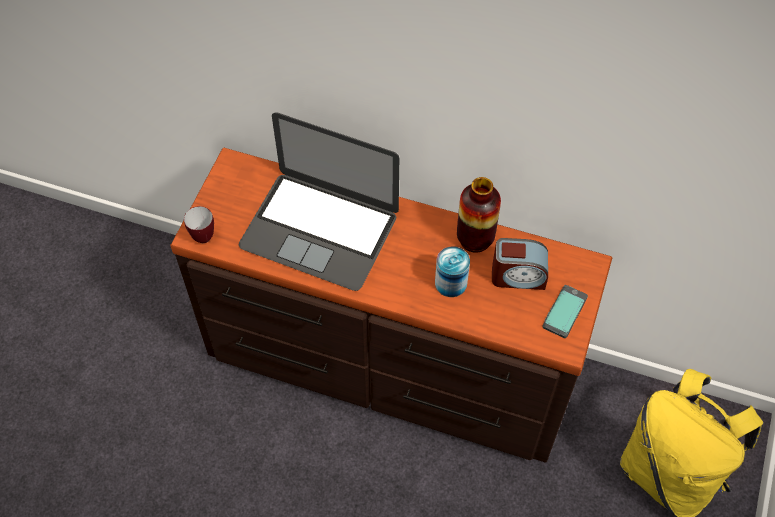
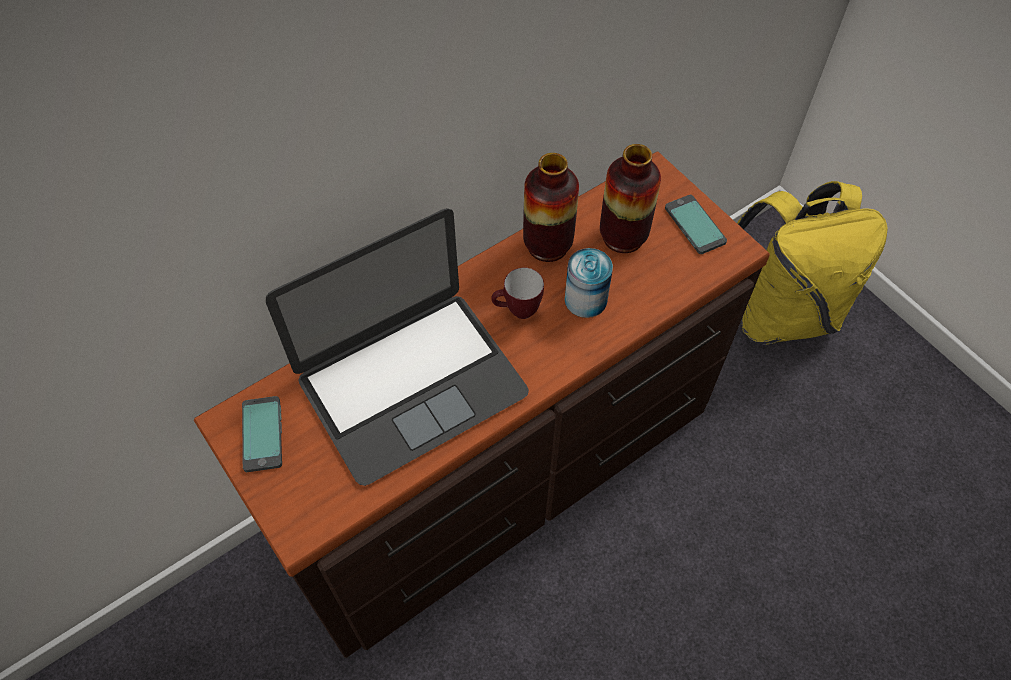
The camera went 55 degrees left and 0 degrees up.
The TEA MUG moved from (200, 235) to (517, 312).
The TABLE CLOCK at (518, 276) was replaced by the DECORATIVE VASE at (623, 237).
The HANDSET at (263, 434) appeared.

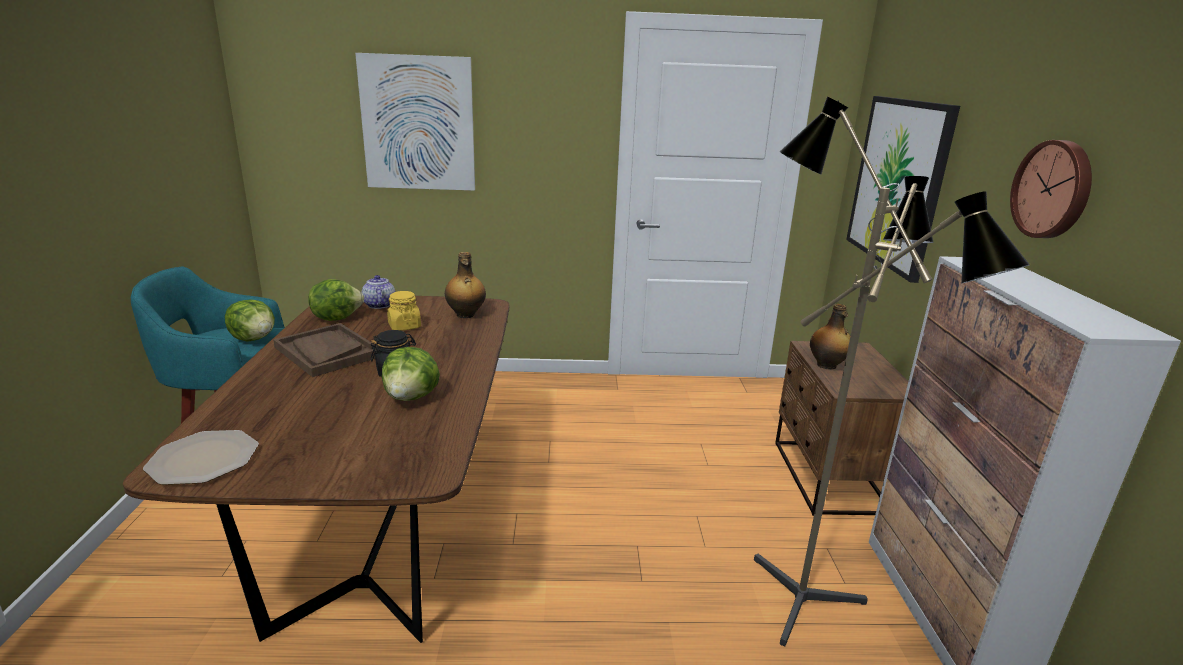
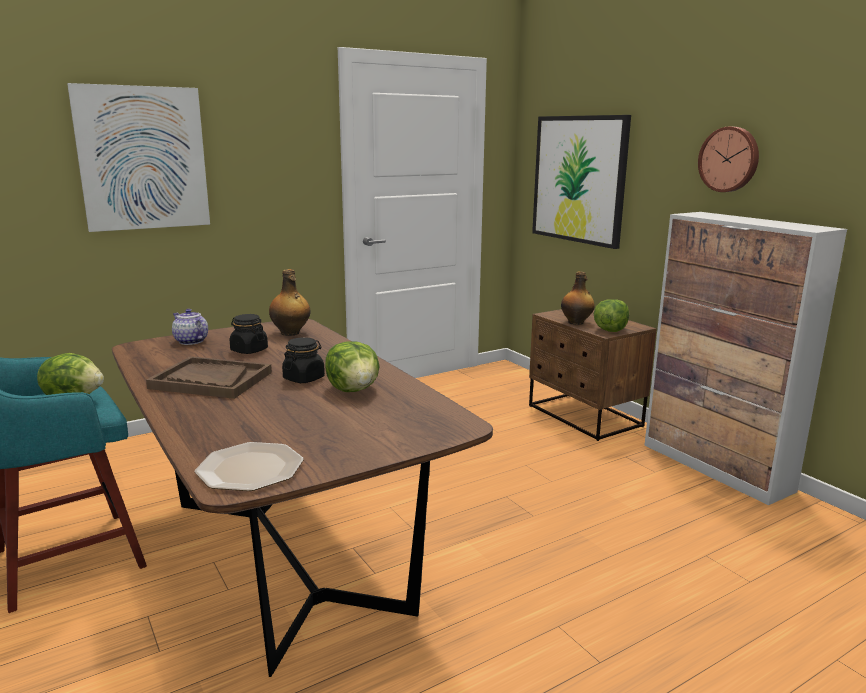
The camera went 30 degrees left and 5 degrees down.
The LETTUCE HEAD moved from (336, 318) to (610, 330).
The YELLOW-COLOURED STORAGE JAR at (404, 326) became the BLACK-COLOURED STORAGE JAR at (249, 350).
The FLOOR LAMP at (808, 594) disappeared.

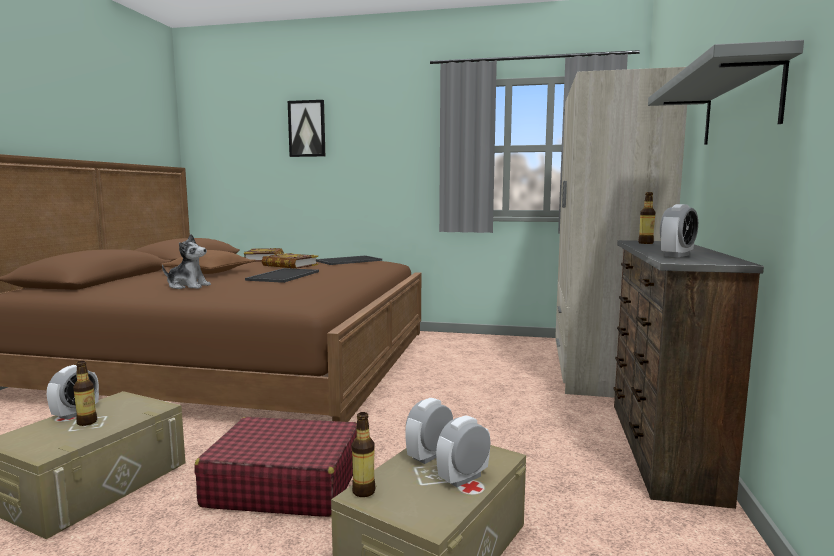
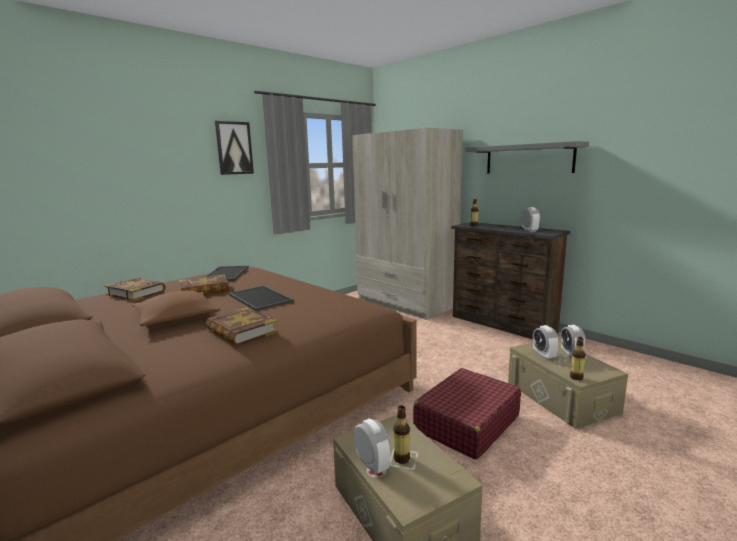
The camera went 55 degrees left and 5 degrees up.
The PLUSH TOY at (188, 286) was replaced by the VOLUME at (241, 331).
The PICTURE moved from (307, 129) to (234, 148).

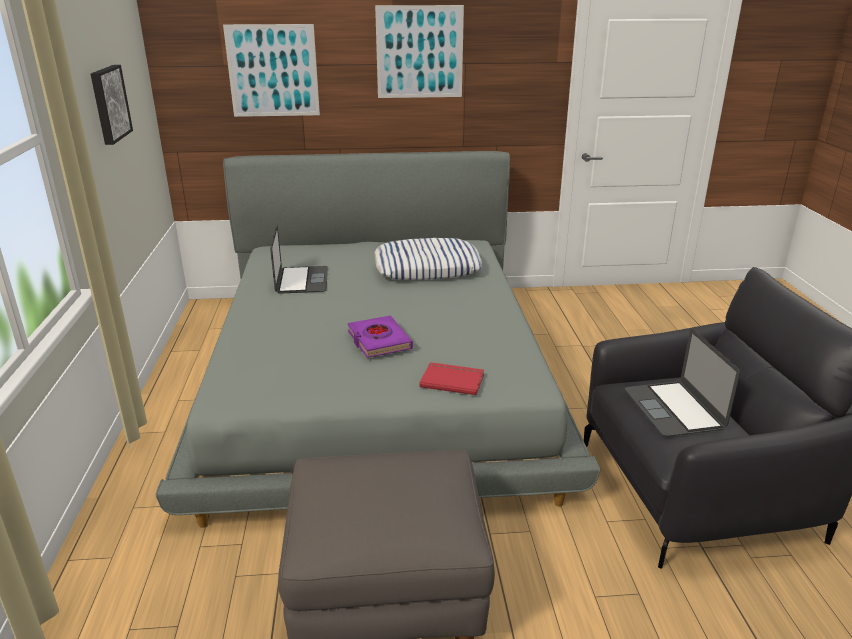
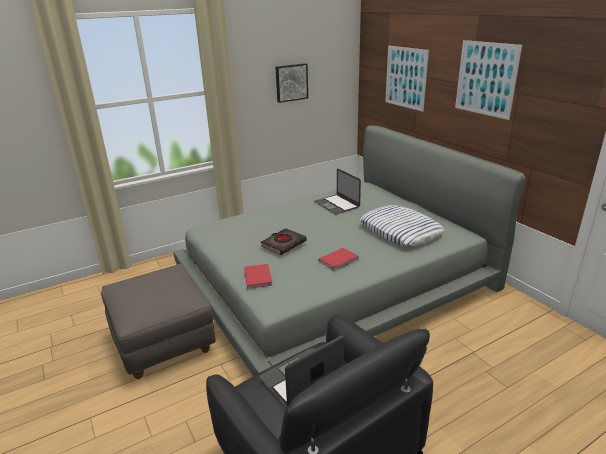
The camera went 65 degrees right and 0 degrees up.
The NOTEBOOK COMPUTER at (301, 280) turned 90 degrees clockwise.
The PURPLE-COLOURED VOLUME at (379, 341) became the BLACK-COLOURED VOLUME at (283, 244).
The REDDISH VOLUME at (339, 260) appeared.

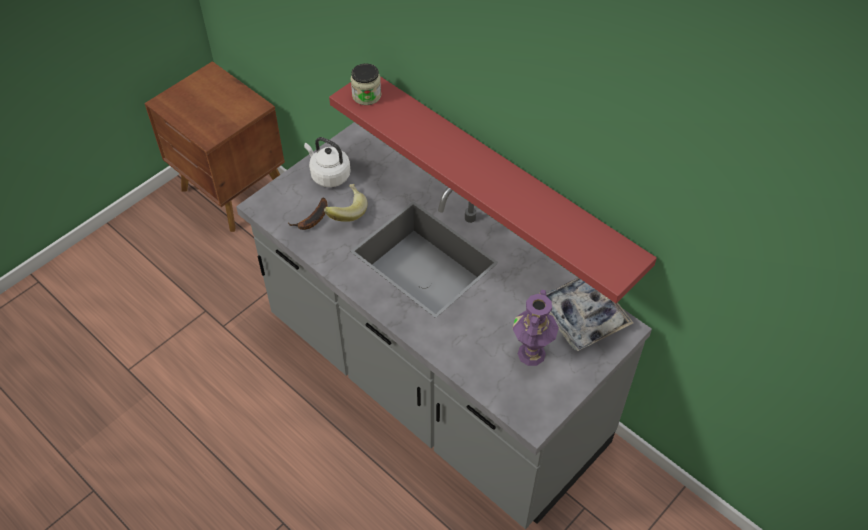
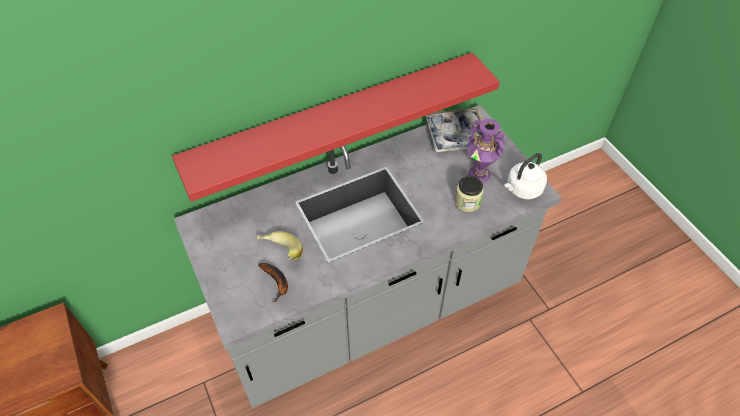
The camera went 70 degrees left and 0 degrees up.
The WHITE-COLOURED TEA KETTLE moved from (329, 175) to (522, 189).
The STORAGE JAR moved from (366, 95) to (467, 202).

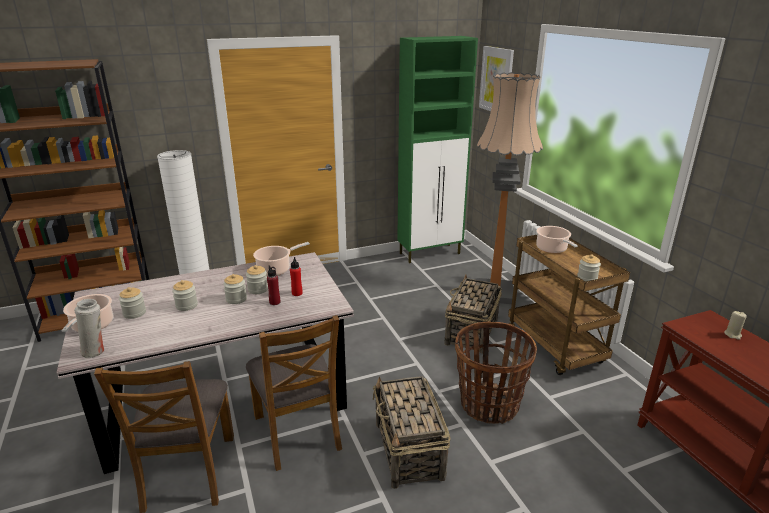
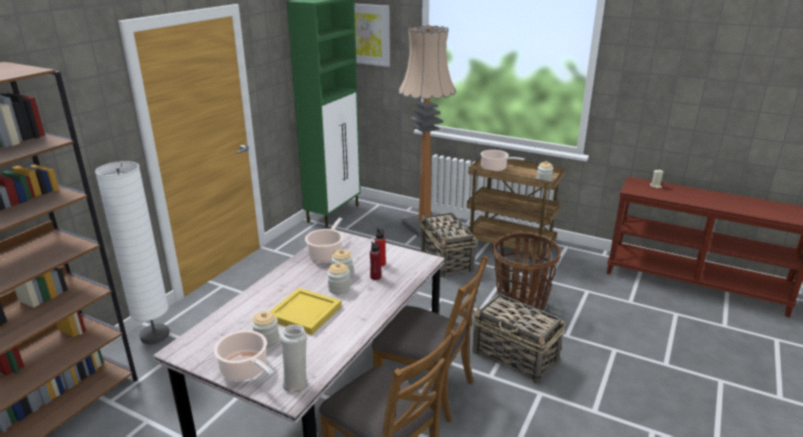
The camera went 40 degrees left and 0 degrees up.
The STORAGE JAR at (186, 305) was replaced by the YELLOW-COLOURED TRAY at (304, 312).

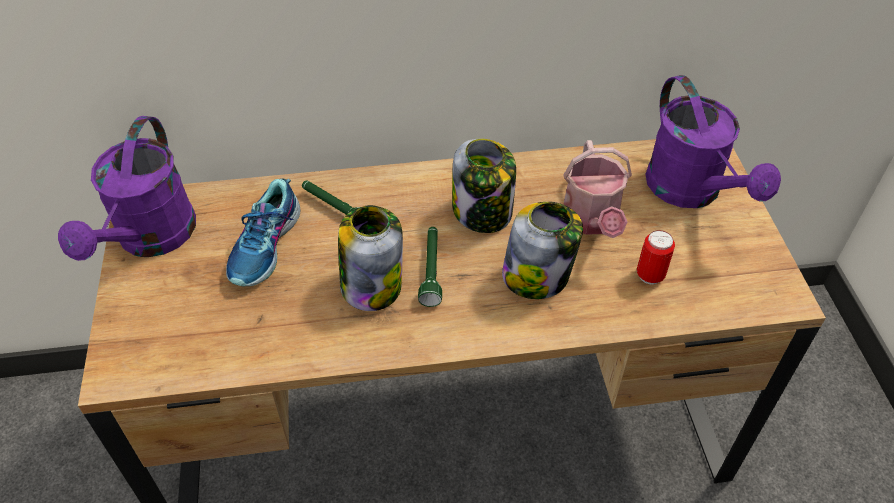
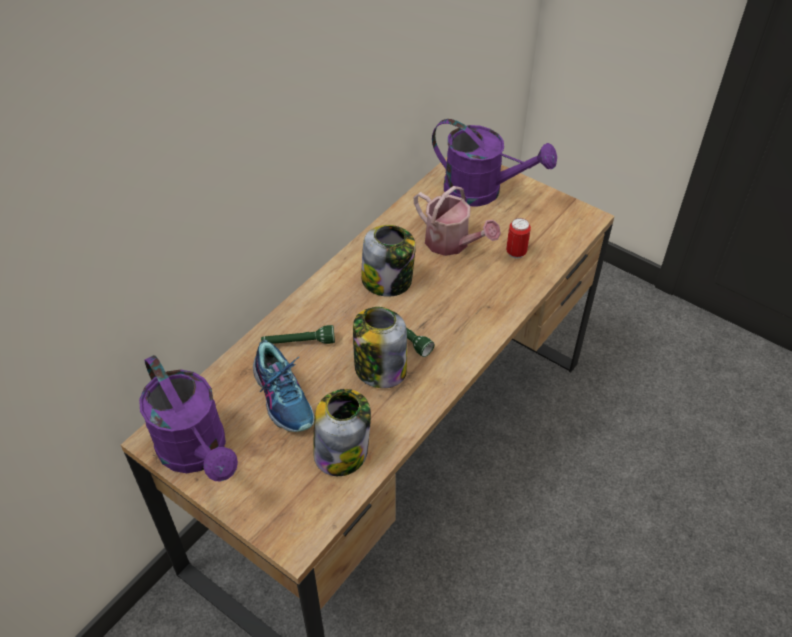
The camera went 45 degrees left and 0 degrees up.
The STORAGE JAR moved from (537, 276) to (342, 451).

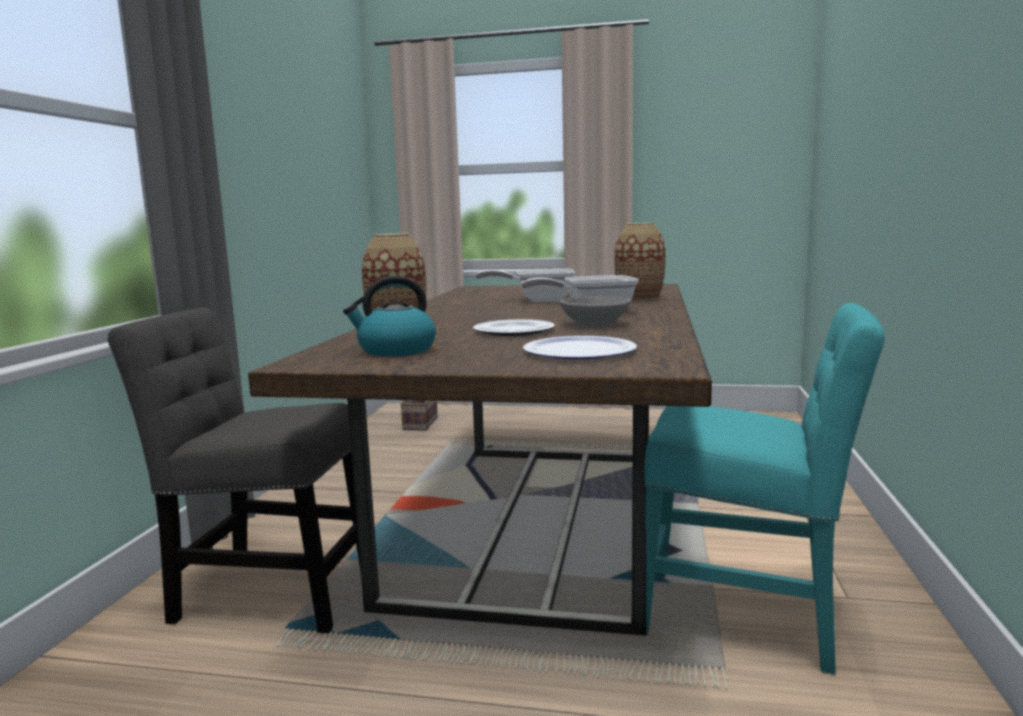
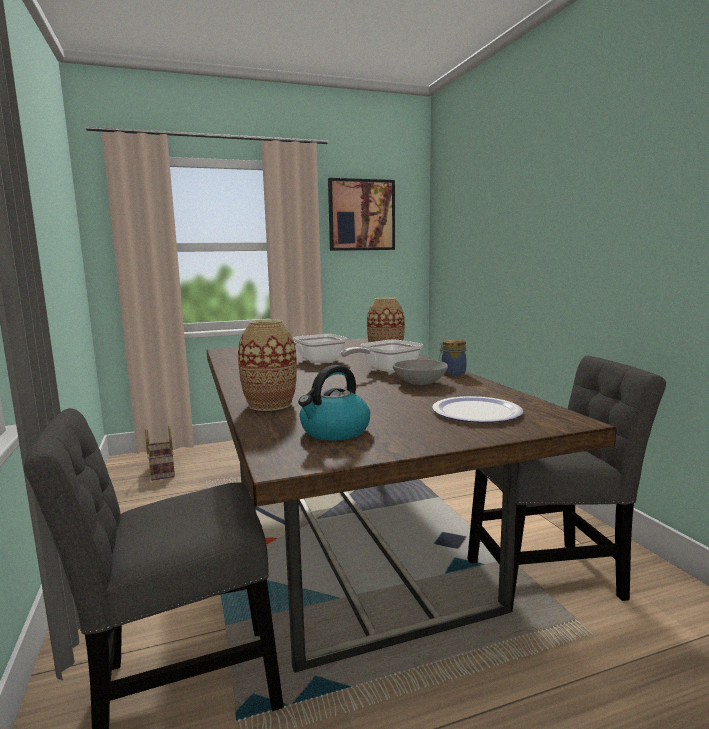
The camera went 30 degrees left and 0 degrees up.
The PLATE at (514, 331) disappeared.
The BLUE-GREEN PLAIN CHAIR at (748, 618) became the GREYISH PLAIN CHAIR at (550, 576).
The PICTURE at (361, 215) appeared.
The STORAGE JAR at (452, 373) appeared.

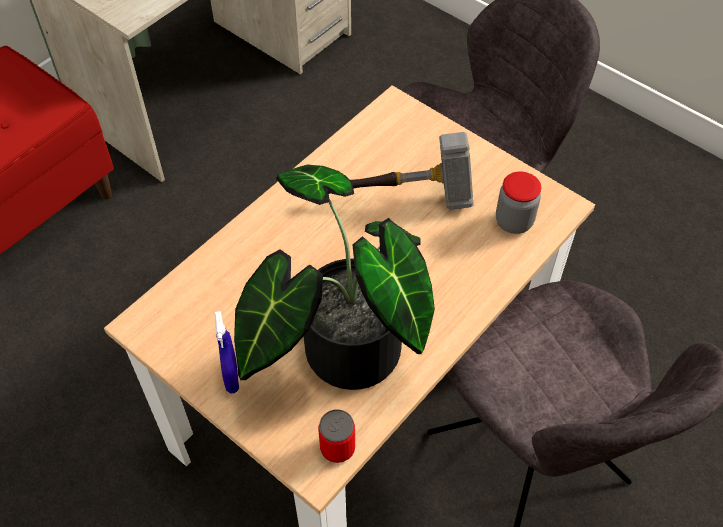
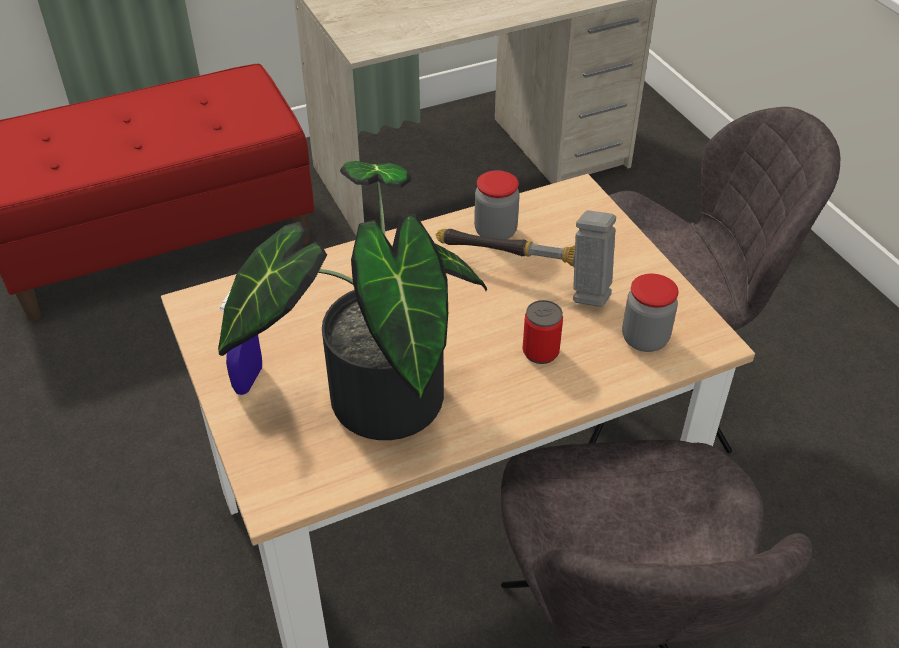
The camera went 25 degrees right and 10 degrees down.
The CAN moved from (337, 448) to (540, 352).
The STORAGE JAR at (495, 232) appeared.

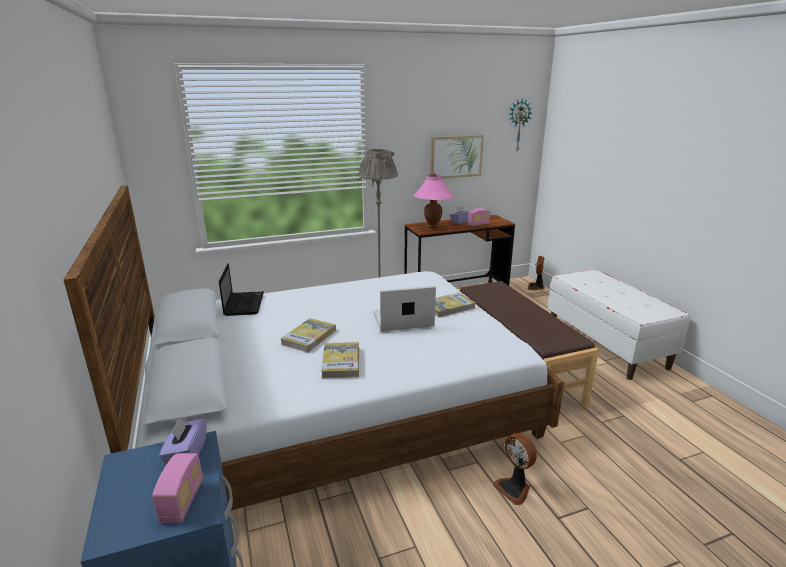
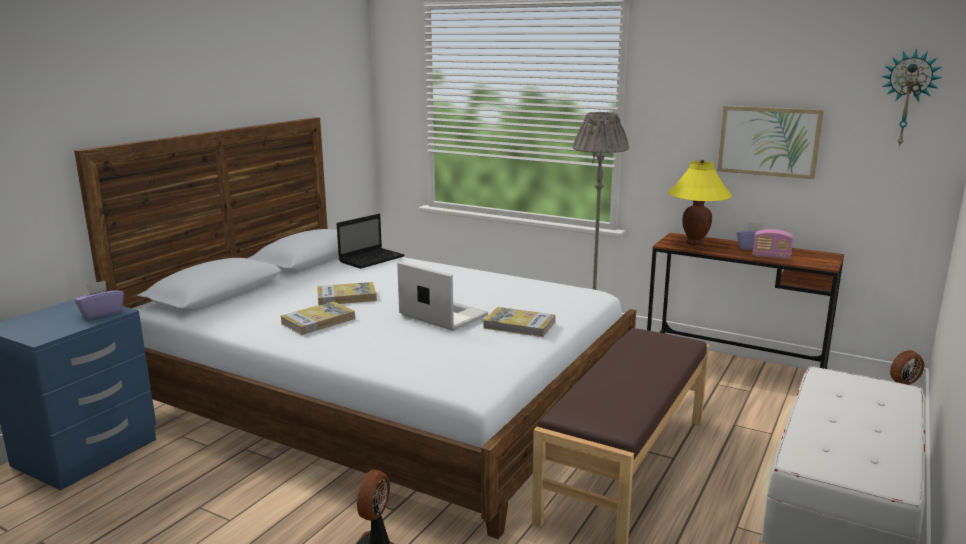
The camera went 50 degrees right and 5 degrees down.
The RADIO at (182, 501) disappeared.
The PINK-COLOURED TABLETOP LAMP at (432, 227) became the YELLOW-COLOURED TABLETOP LAMP at (695, 243).

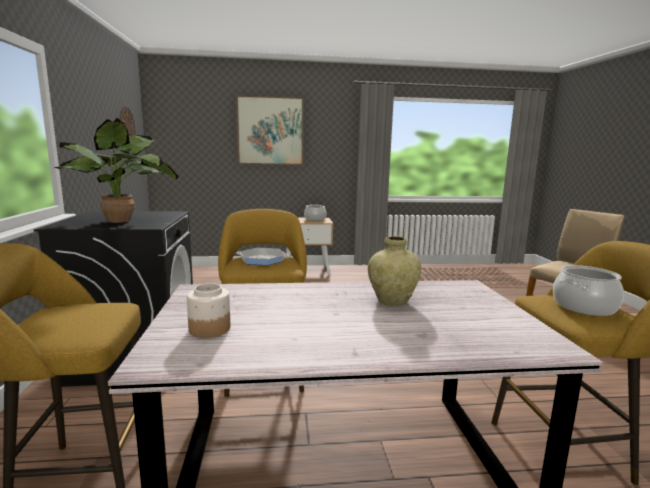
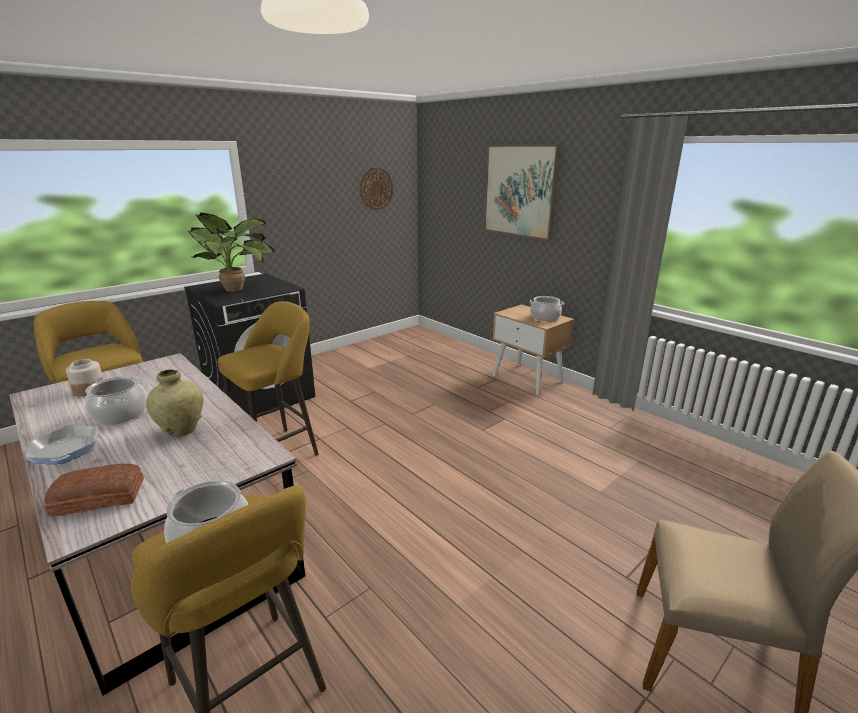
The camera went 55 degrees right and 10 degrees up.
The FRYING PAN moved from (262, 260) to (66, 449).
The BAKED BREAD at (98, 497) appeared.
The COOKING POT at (121, 414) appeared.

